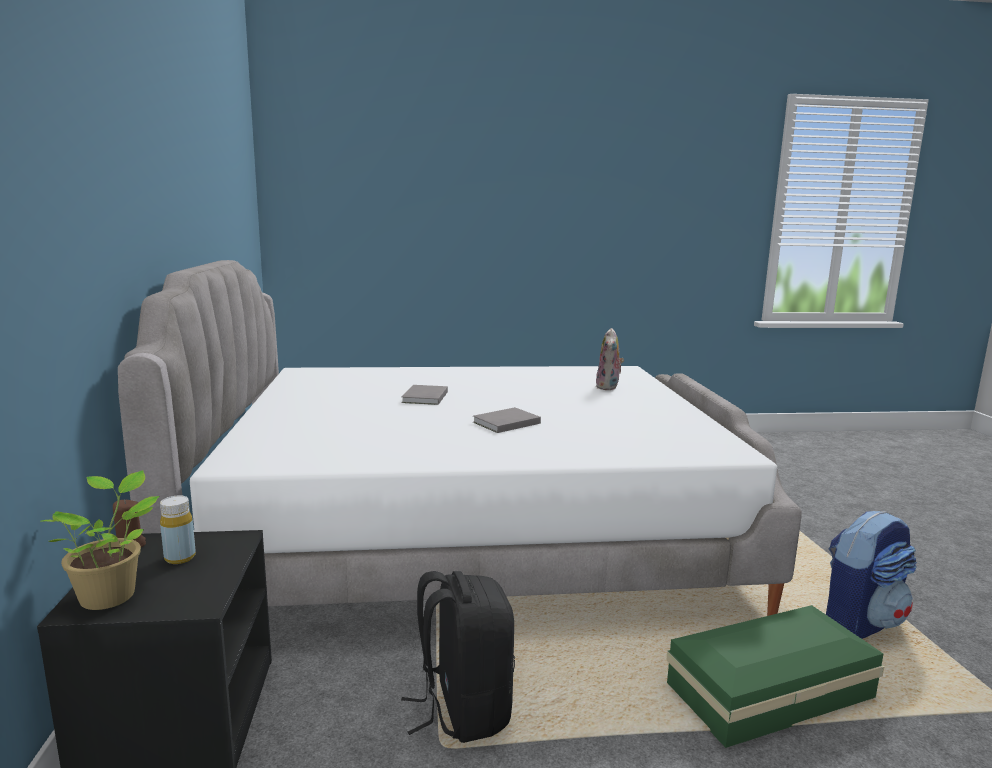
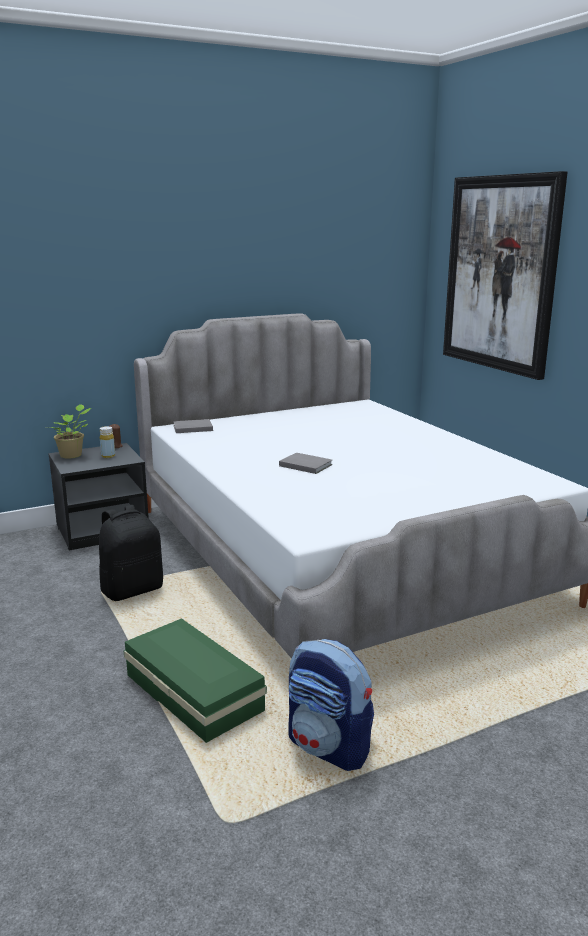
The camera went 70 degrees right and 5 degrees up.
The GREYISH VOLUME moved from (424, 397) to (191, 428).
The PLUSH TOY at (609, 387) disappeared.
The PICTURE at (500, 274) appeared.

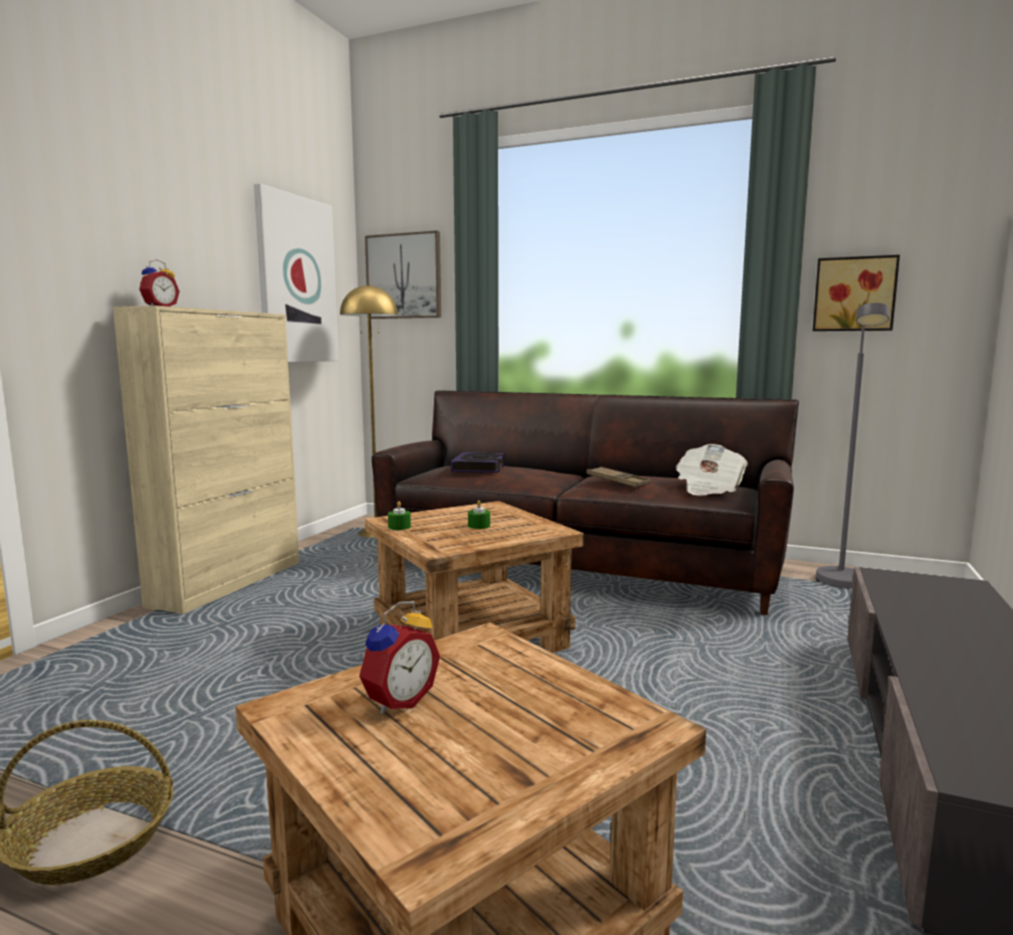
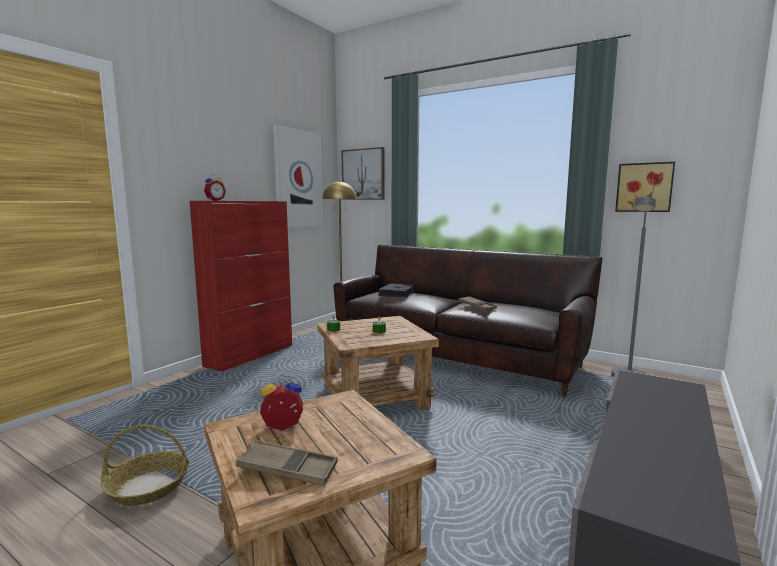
The camera went 10 degrees right and 0 degrees up.
The BEIGE-COLOURED STORAGE CABINET at (229, 583) became the REDDISH STORAGE CABINET at (251, 355).
The TABLE CLOCK at (397, 700) turned 150 degrees counterclockwise.
The NEWSPAPER at (708, 489) disappeared.
The BROWN TRAY at (288, 469) appeared.

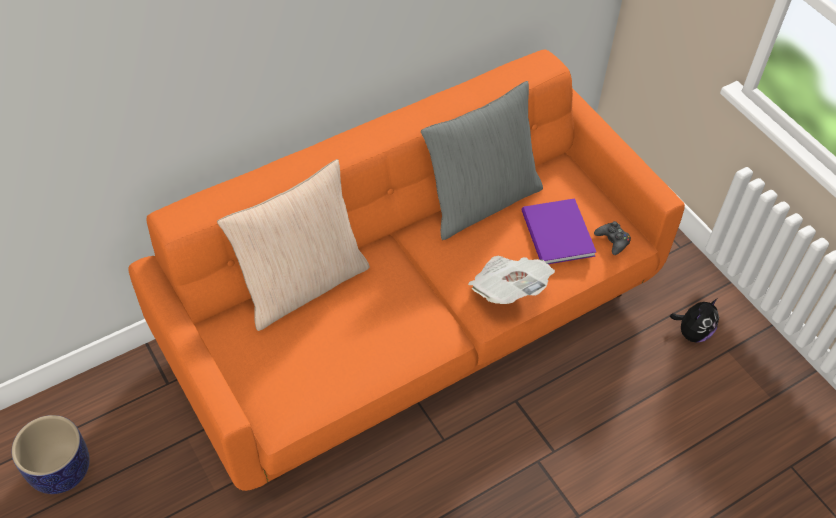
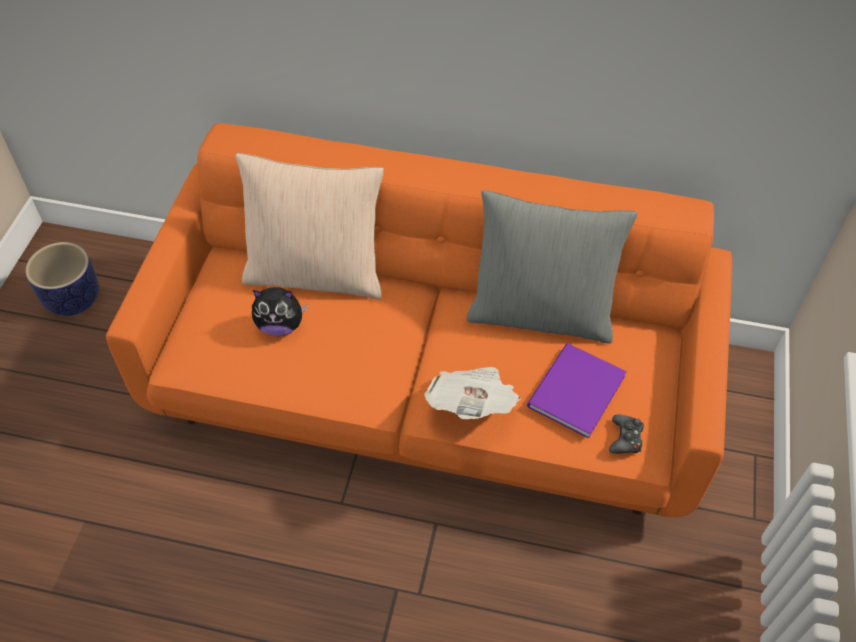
The camera went 45 degrees right and 0 degrees up.
The PLUSH TOY moved from (692, 332) to (280, 326).

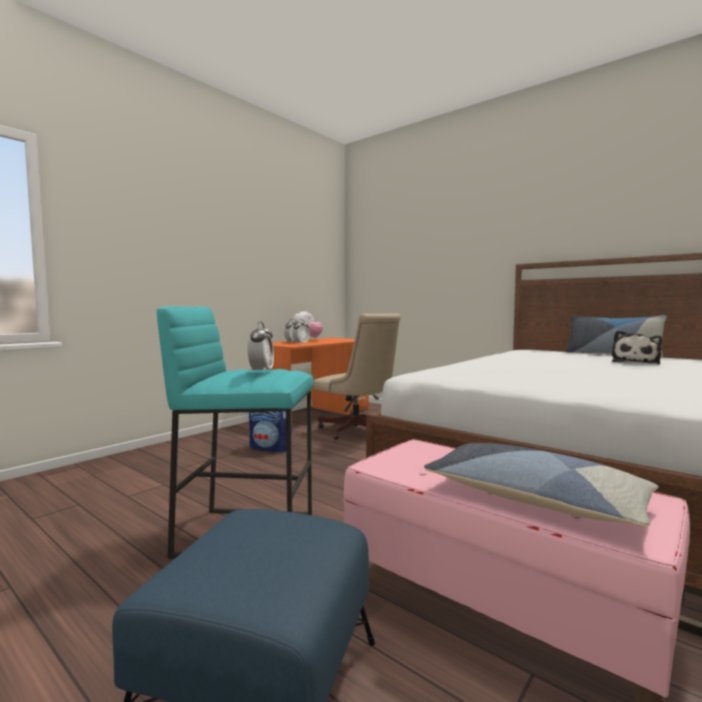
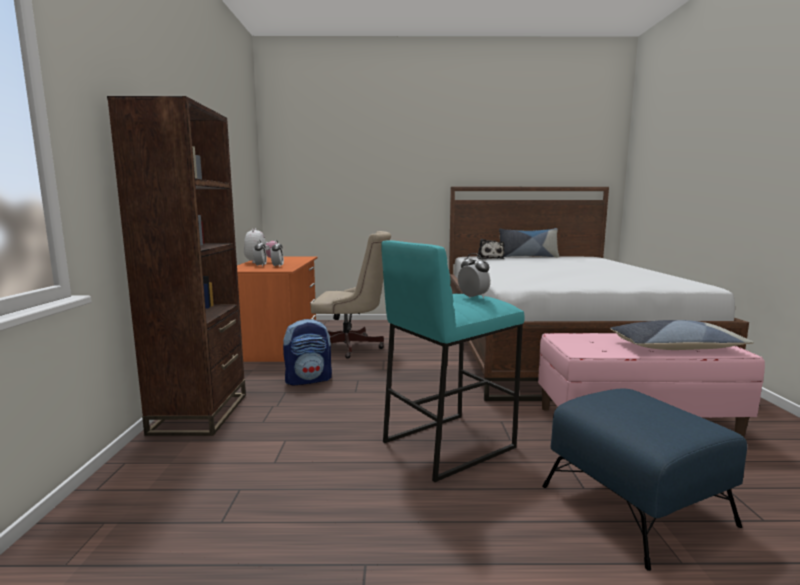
The camera went 40 degrees left and 5 degrees up.
The PLUSH TOY moved from (635, 362) to (489, 258).
The BROWN BOOKCASE at (200, 413) appeared.

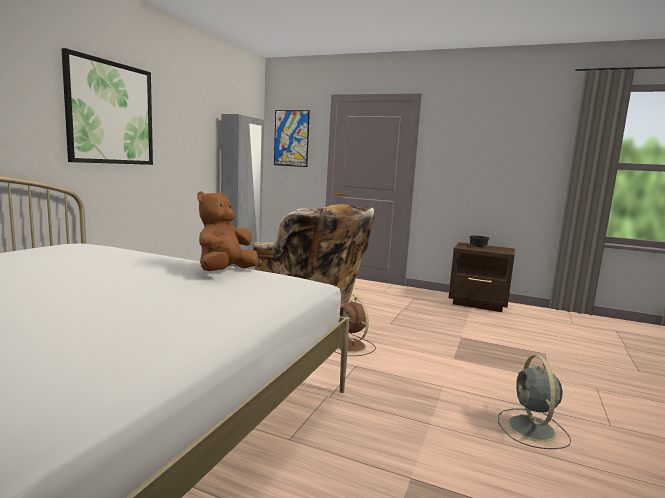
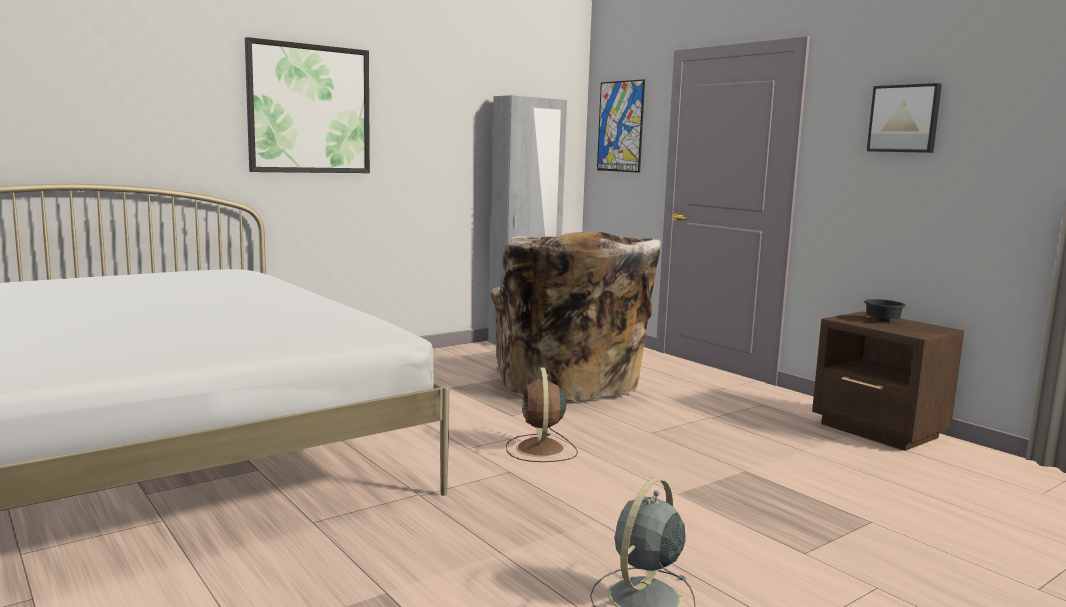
The camera went 30 degrees right and 0 degrees up.
The BROWN PLUSH TOY at (225, 272) disappeared.
The PICTURE at (904, 118) appeared.

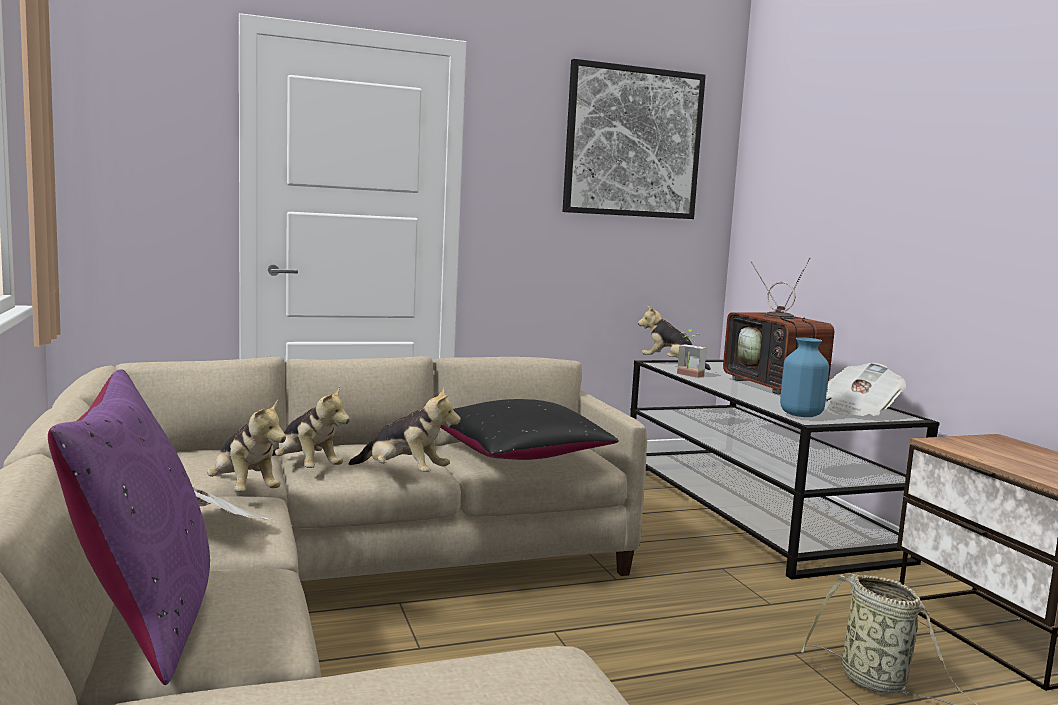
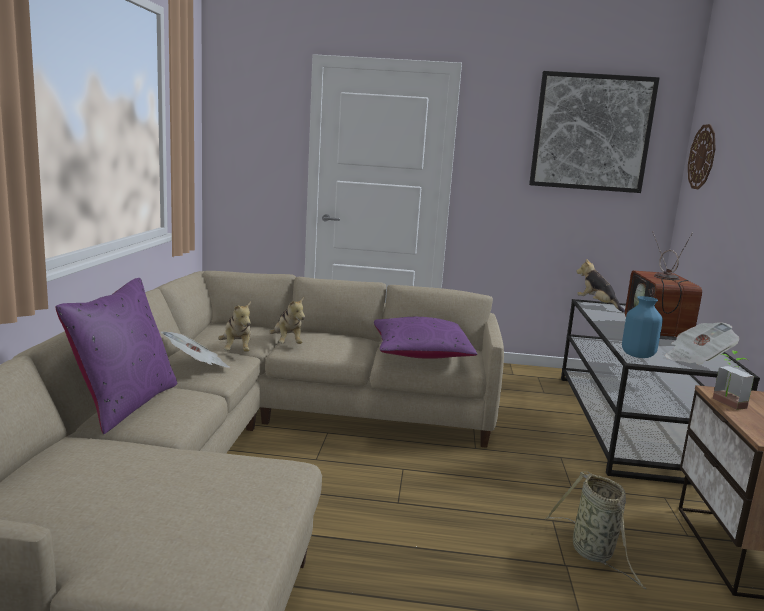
The camera went 25 degrees right and 5 degrees up.
The PLUSH TOY at (403, 474) disappeared.
The BLACK-COLOURED THROW PILLOW at (518, 453) became the PURPLE-COLOURED THROW PILLOW at (420, 353).
The HOUSEPLANT moved from (687, 375) to (725, 404).
The HANGING CLOCK at (702, 157) appeared.

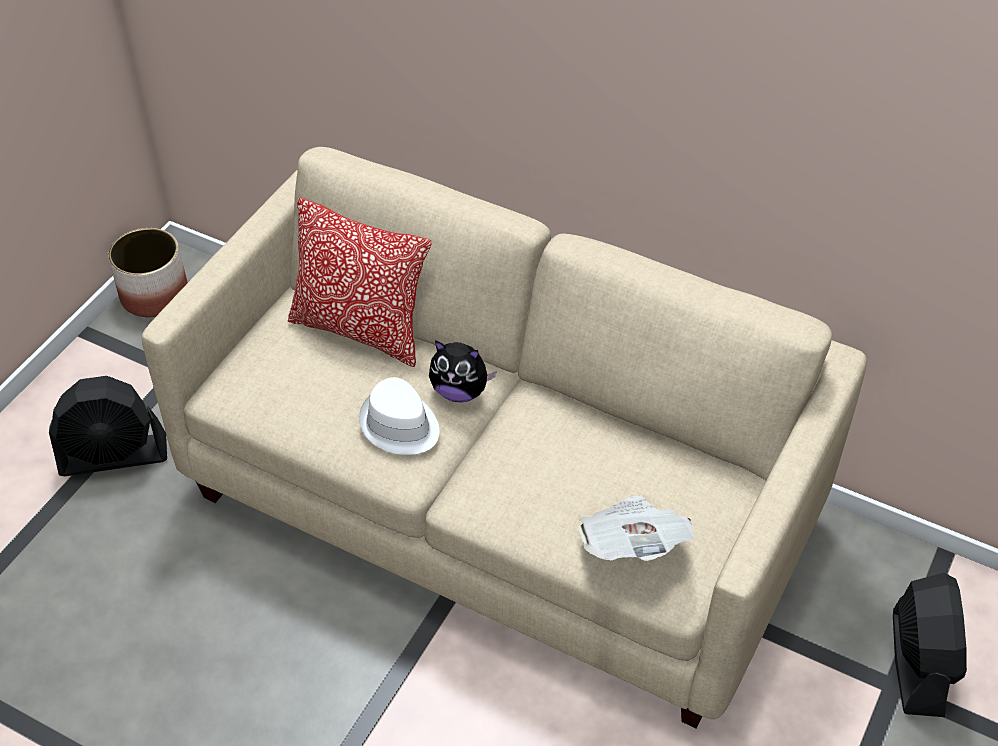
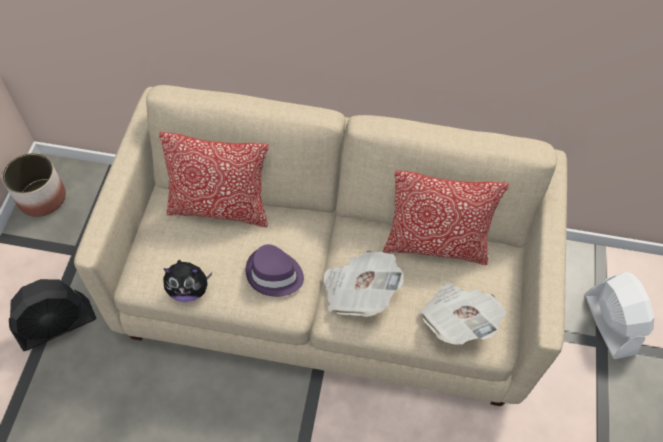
The camera went 20 degrees left and 10 degrees up.
The WHITE-COLOURED HAT at (399, 425) became the PURPLE-COLOURED HAT at (274, 274).
The PLUSH TOY moved from (460, 391) to (189, 290).
The BLACK-COLOURED FAN at (917, 662) became the WHITE-COLOURED FAN at (609, 323).
The NEWSPAPER at (359, 292) appeared.
The THROW PILLOW at (436, 245) appeared.

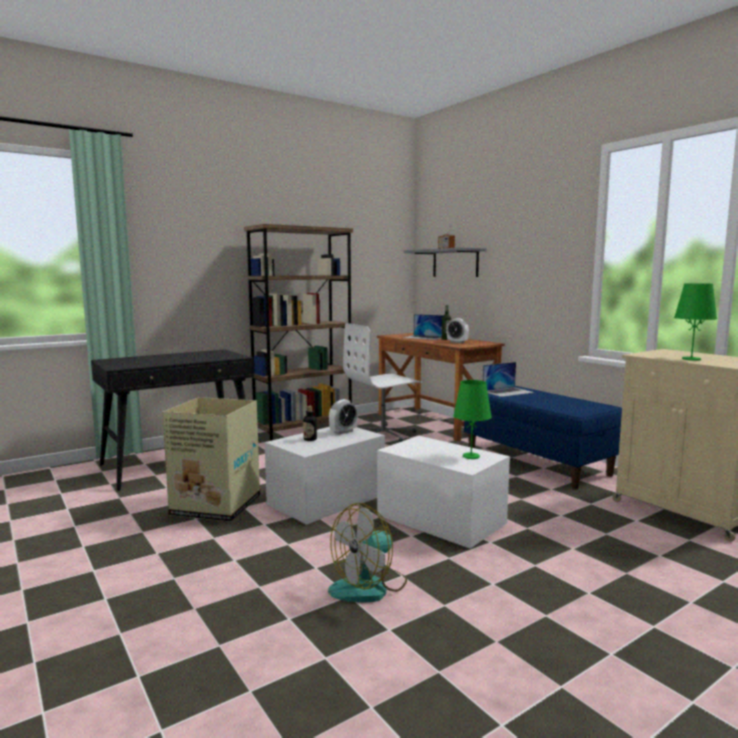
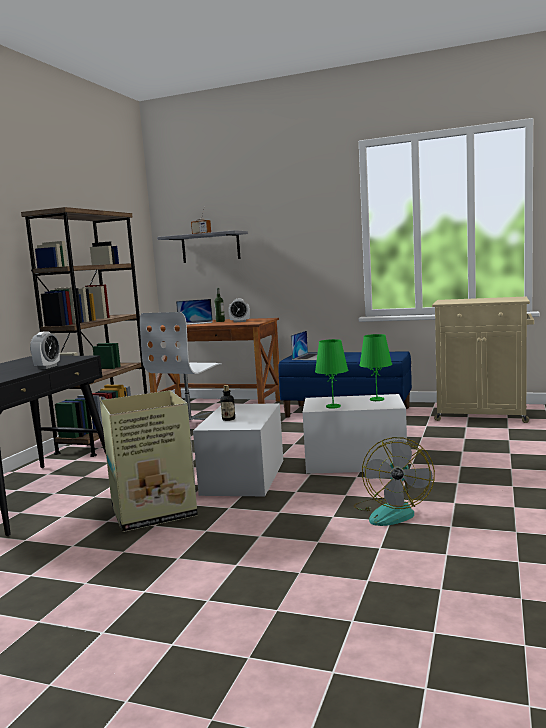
The camera went 35 degrees left and 0 degrees up.
The TABLE CLOCK moved from (343, 432) to (47, 367).
The GREEN-COLOURED TABLETOP LAMP moved from (691, 359) to (333, 406).

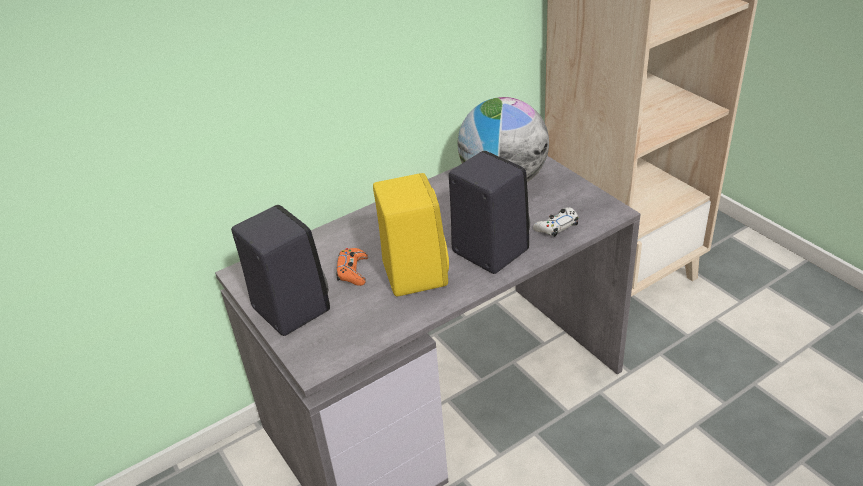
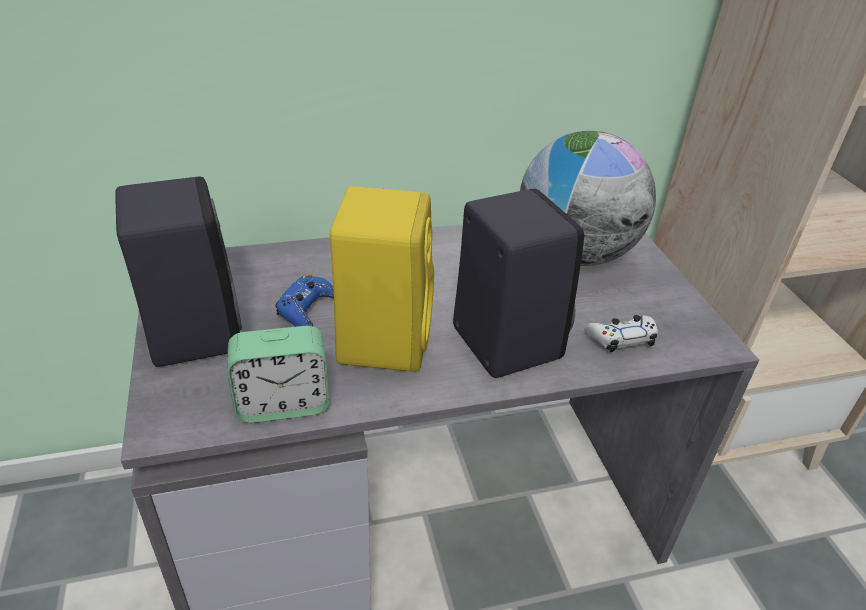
The camera went 15 degrees right and 0 degrees up.
The ORANGE JOYPAD at (353, 271) became the BLUISH JOYPAD at (306, 309).
The TABLE CLOCK at (283, 404) appeared.

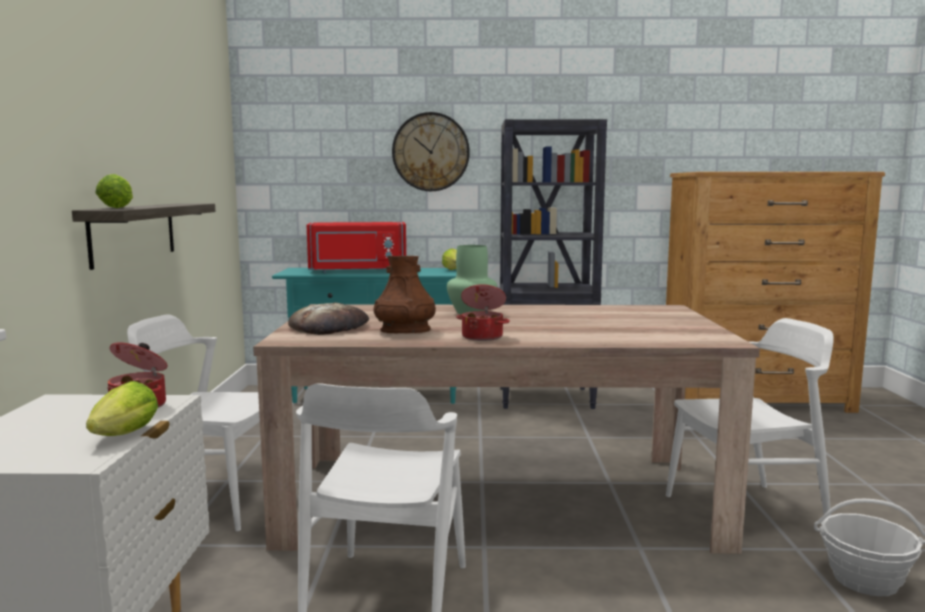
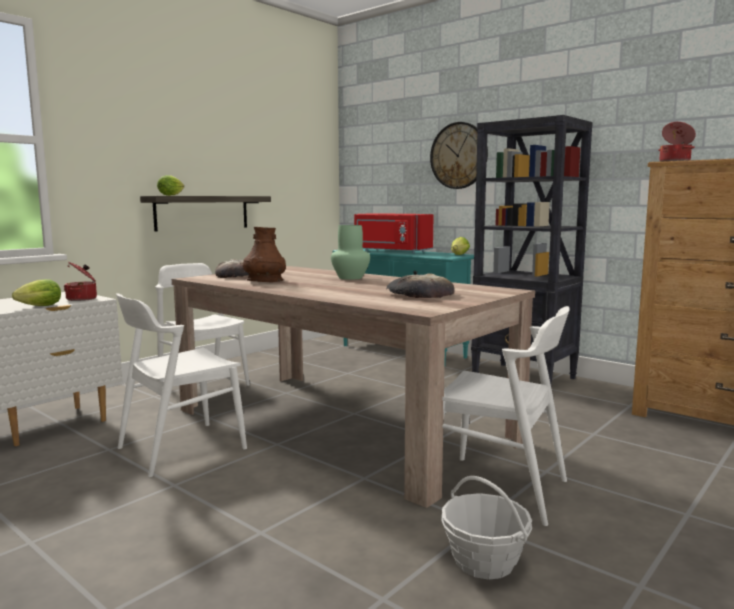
The camera went 40 degrees right and 0 degrees up.
The COOKING POT moved from (483, 337) to (675, 161).
The BAKED BREAD at (420, 294) appeared.

